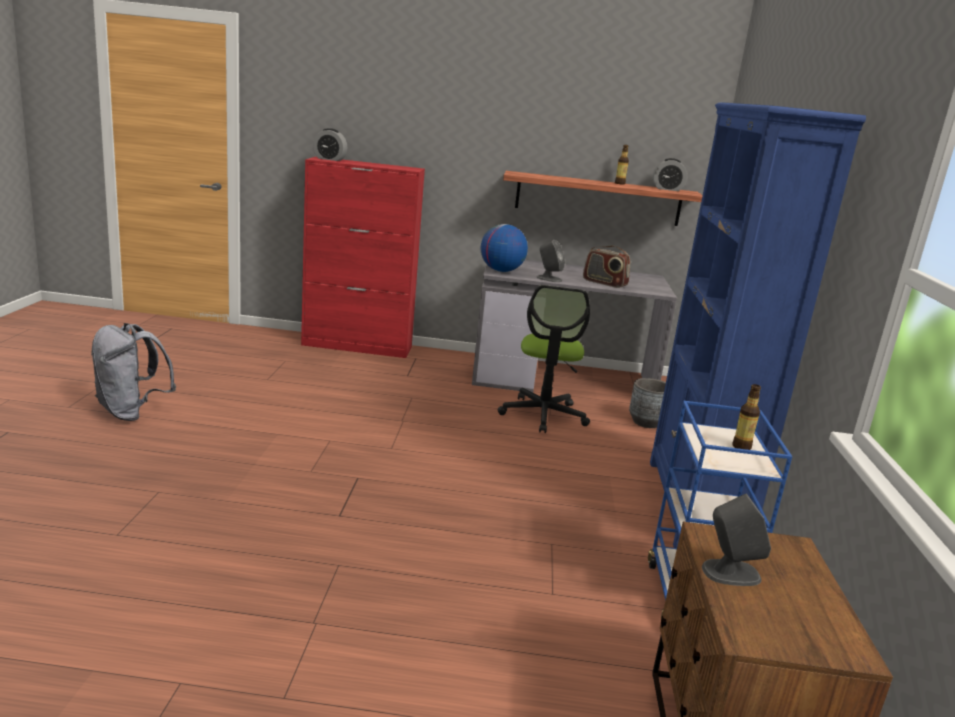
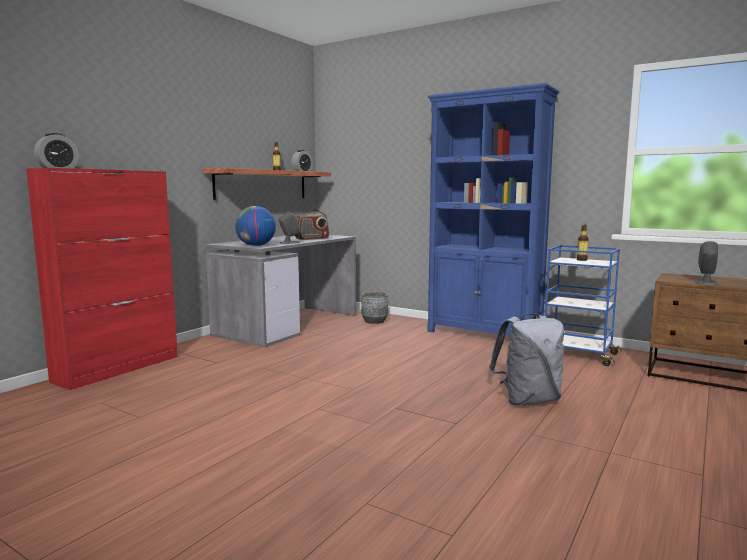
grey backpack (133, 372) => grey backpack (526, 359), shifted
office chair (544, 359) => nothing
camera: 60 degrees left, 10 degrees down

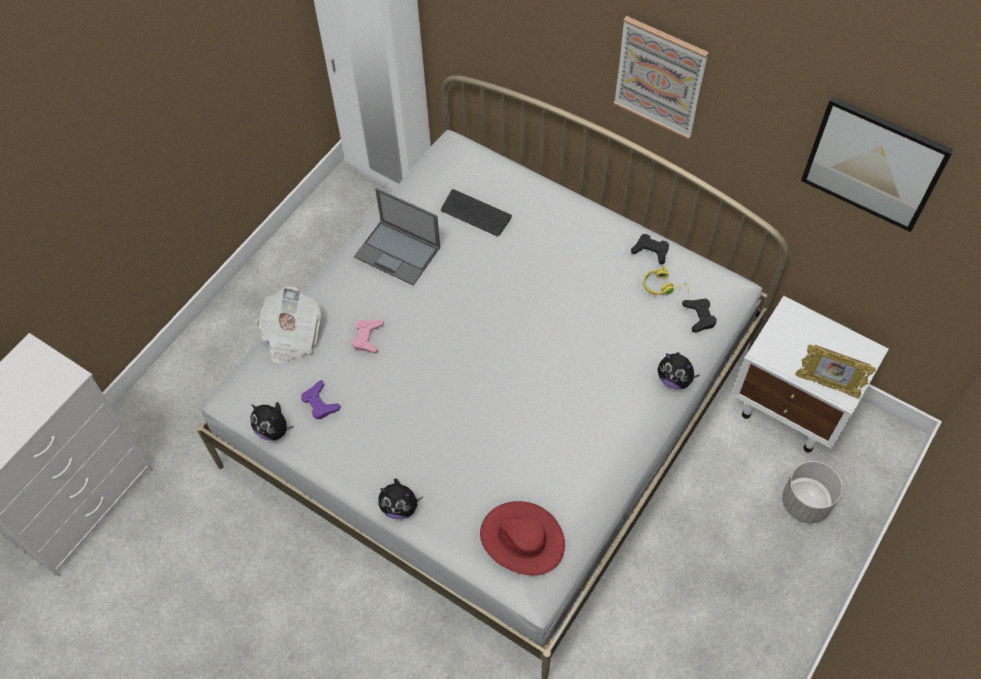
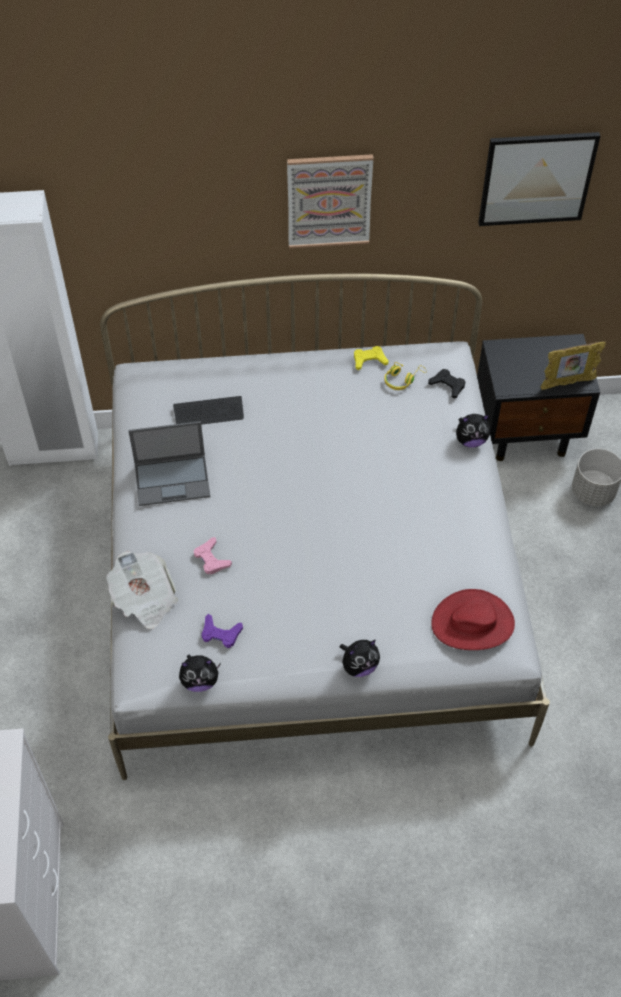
blackish joypad (650, 249) => yellowish joypad (371, 358)
white-coloured night table (810, 374) => blackish night table (538, 397)
camera: 40 degrees left, 5 degrees down

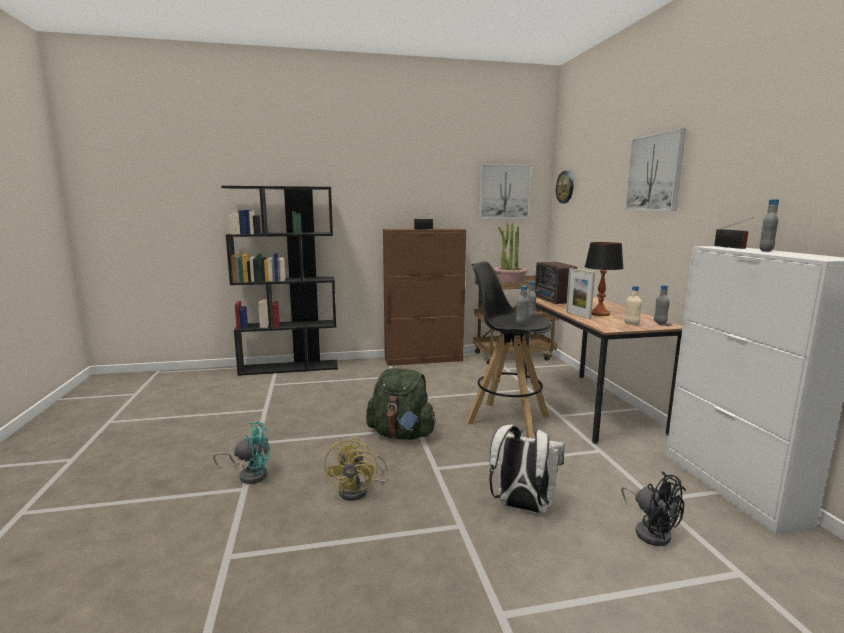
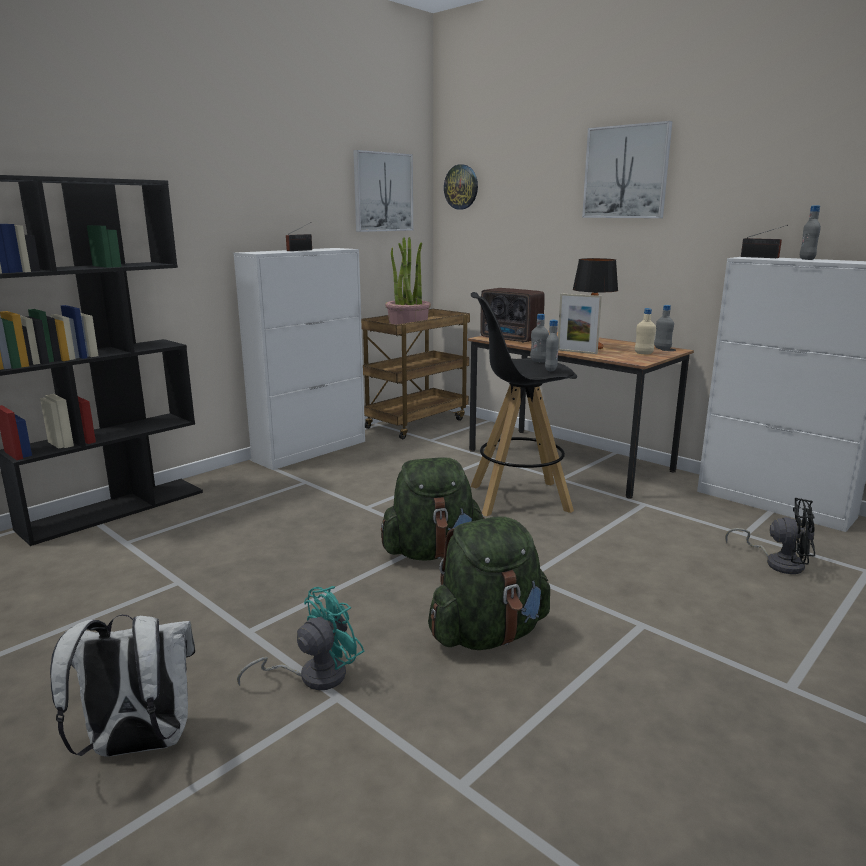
white-coloured backpack (527, 469) => white-coloured backpack (122, 686), shifted
brown cabinet (424, 297) => white-coloured cabinet (299, 359)
yellowish cooling fan (355, 469) => green backpack (489, 583)
camera: 35 degrees left, 5 degrees up

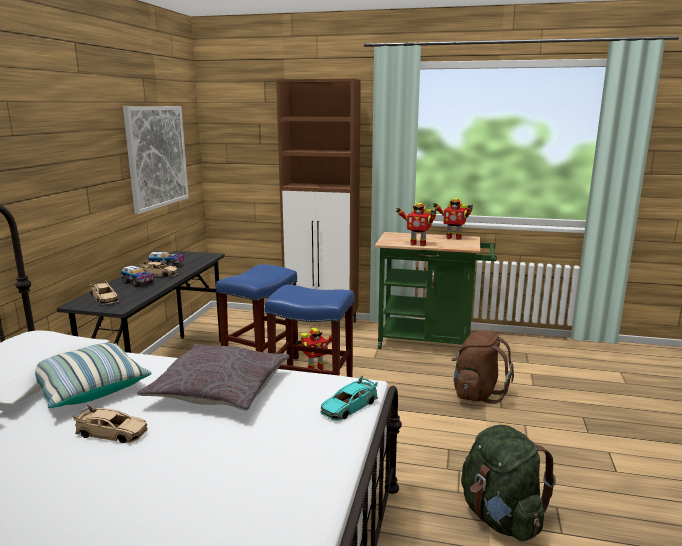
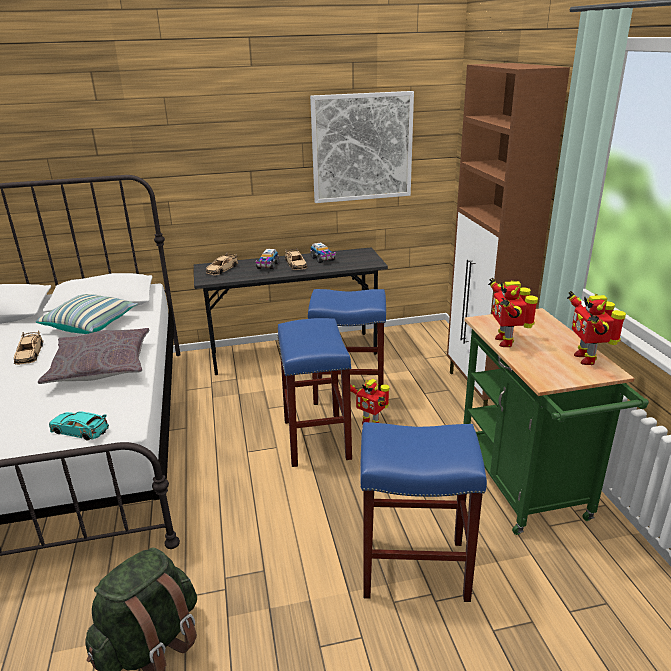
brown backpack (482, 367) => blue stool (423, 512)
camera: 65 degrees right, 10 degrees up

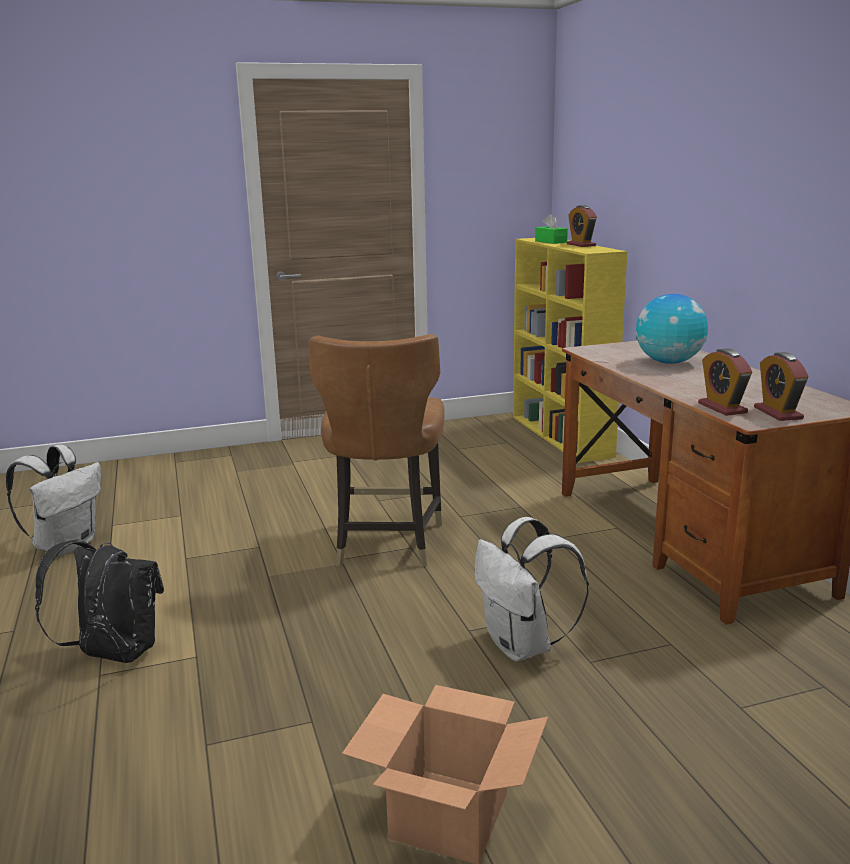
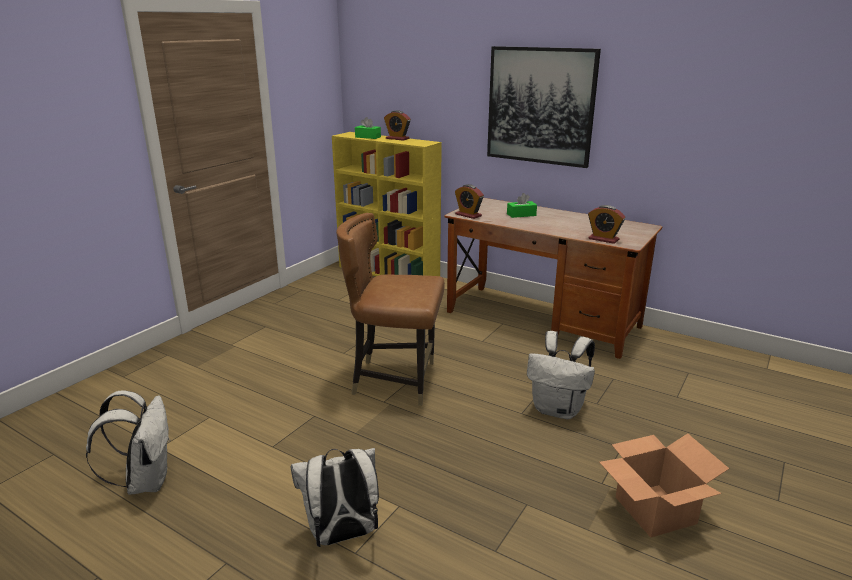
blackish backpack (99, 601) => white-coloured backpack (335, 497)
brown plain chair (377, 450) => brown plain chair (390, 309), 135 degrees clockwise
alarm clock (781, 386) => alarm clock (469, 201), shifted
nothing => picture (544, 107)
globe (672, 329) => green tissue box (522, 205)
camera: 40 degrees left, 5 degrees up

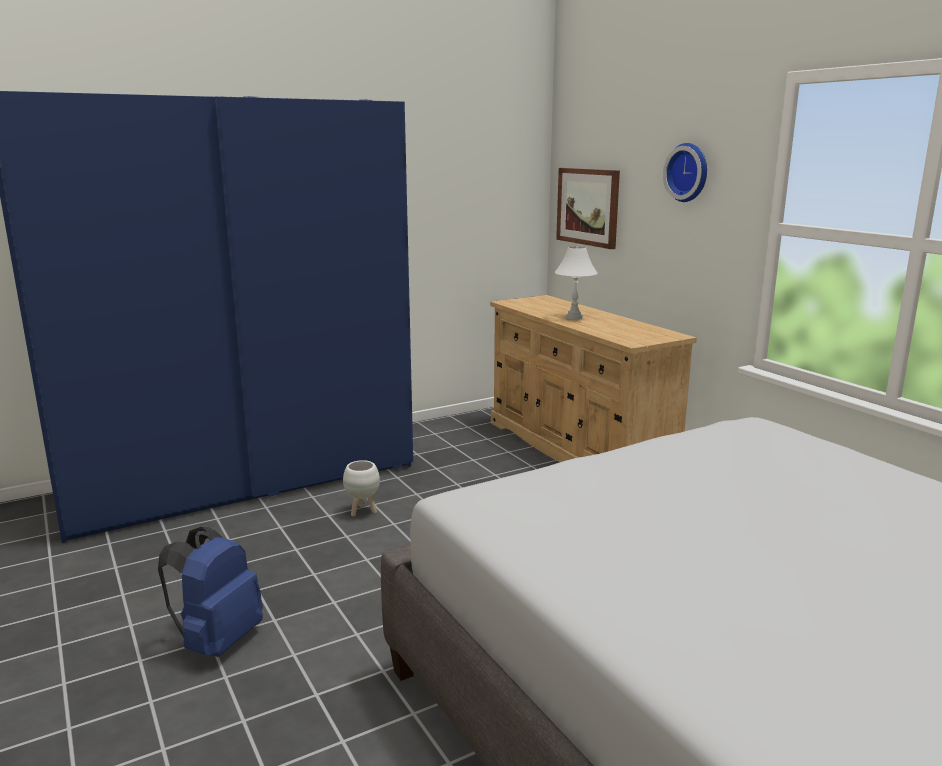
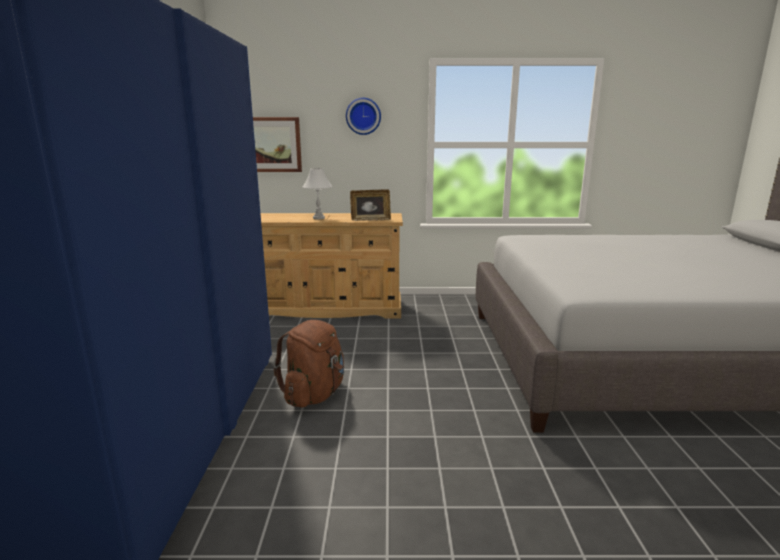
white-coloured flower pot (361, 488) => brown backpack (308, 364)
nothing => picture frame (370, 205)
blue backpack (210, 592) => nothing
camera: 60 degrees left, 0 degrees up

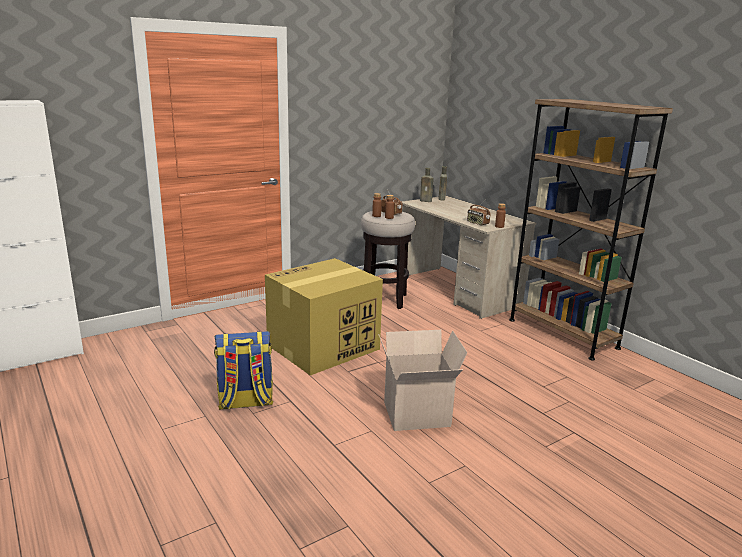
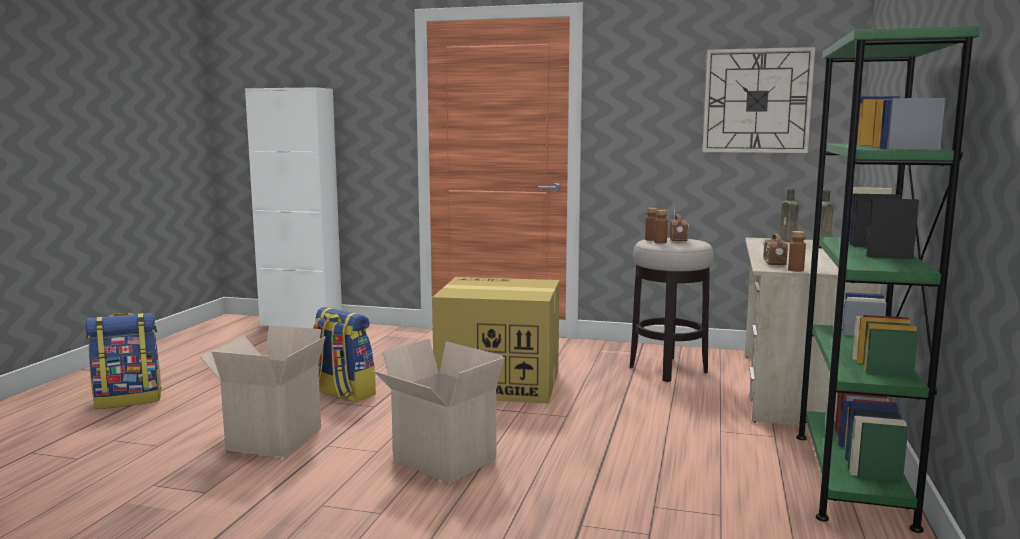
nothing => backpack (123, 361)
nothing => cardboard box (263, 391)
nothing => clock on the wall (759, 100)
brown shelving unit (591, 230) => green shelving unit (888, 279)
camera: 50 degrees right, 10 degrees down

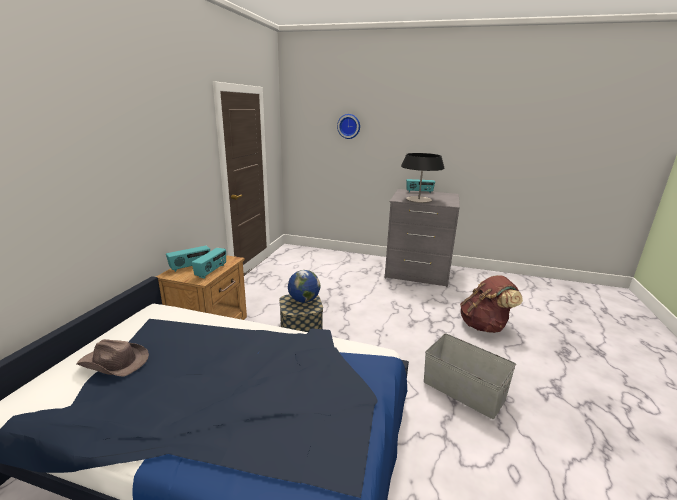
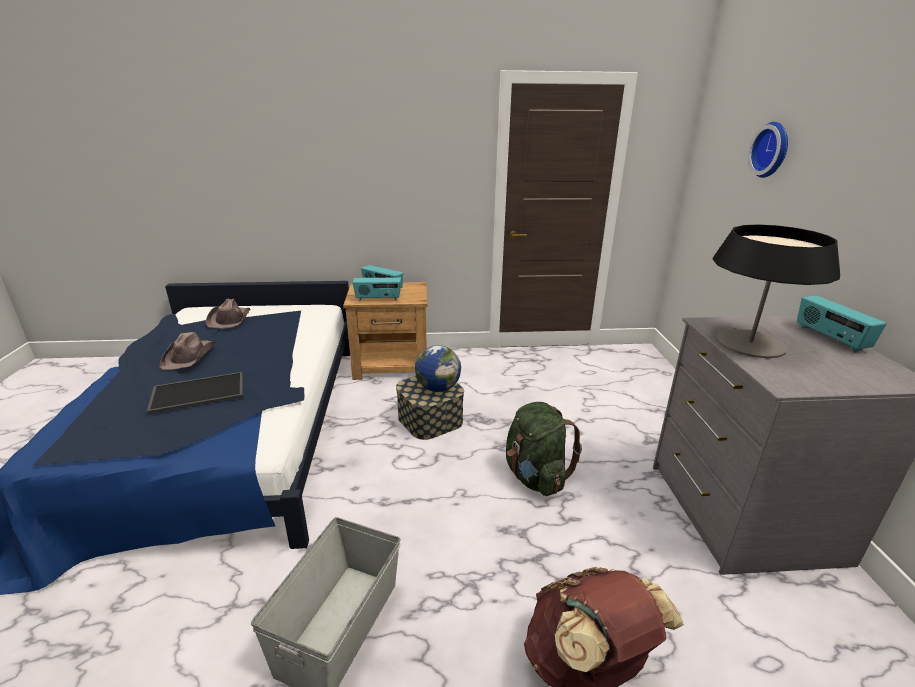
nothing => serving tray (195, 393)
nothing => brown wearable hat (187, 351)
nothing => green backpack (544, 449)
camera: 70 degrees right, 5 degrees up

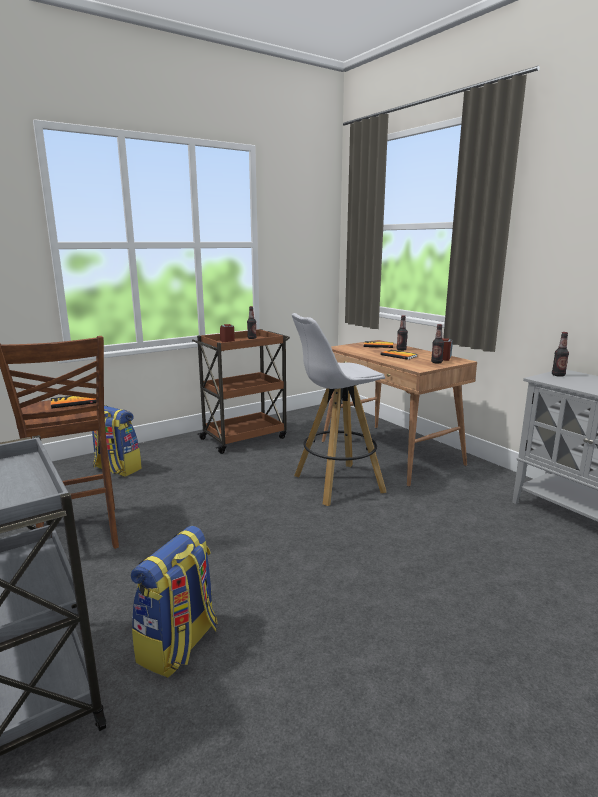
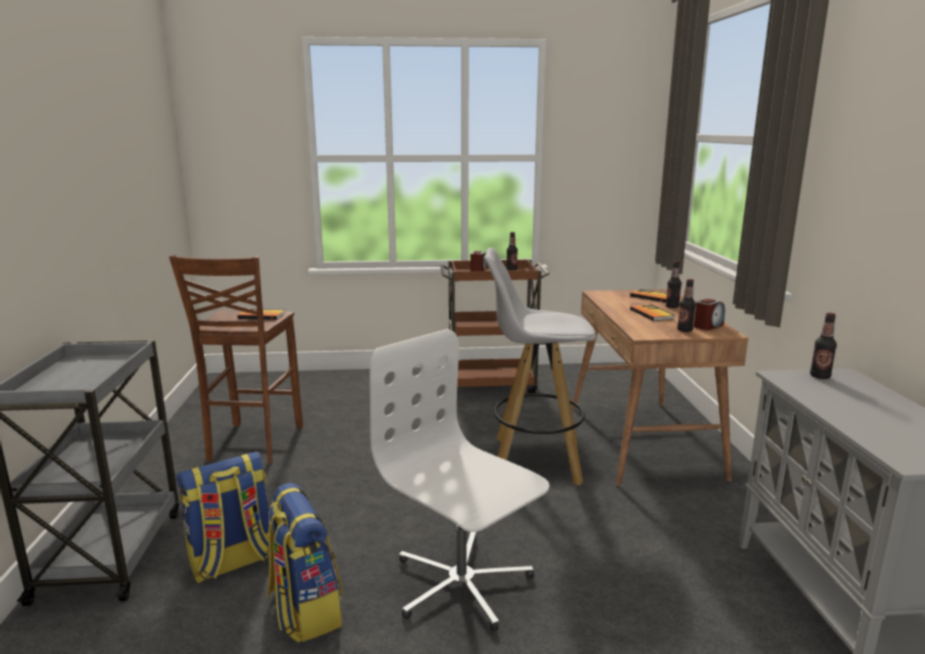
backpack (117, 441) => backpack (304, 563), shifted
nothing => white-coloured office chair (459, 480)
camera: 30 degrees right, 0 degrees up

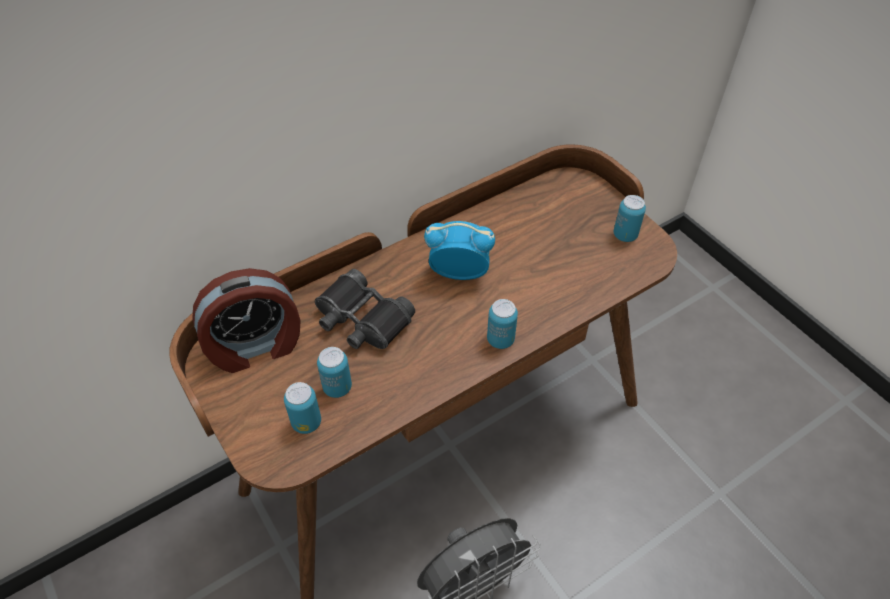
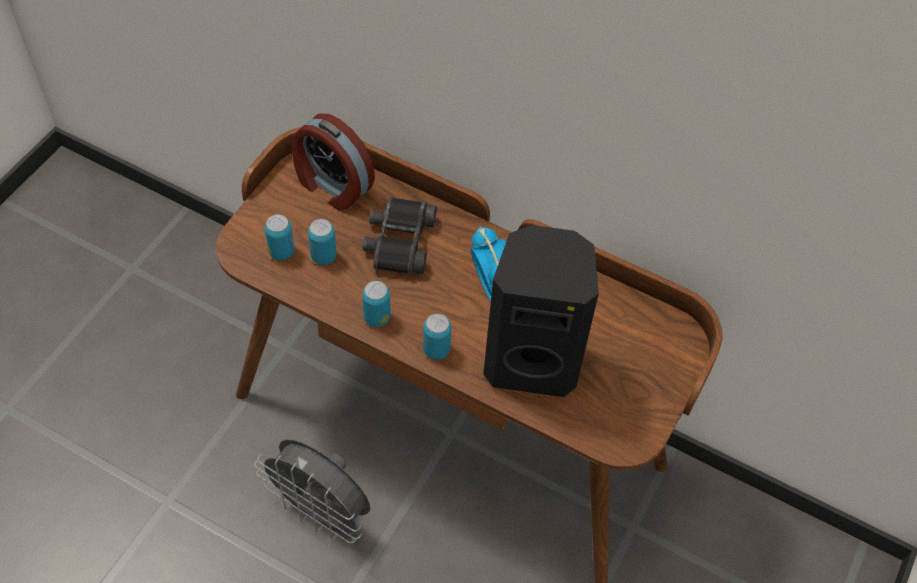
sealed can (630, 218) => sealed can (376, 304), shifted
nothing => blackish speaker (541, 311)
camera: 60 degrees right, 5 degrees up

